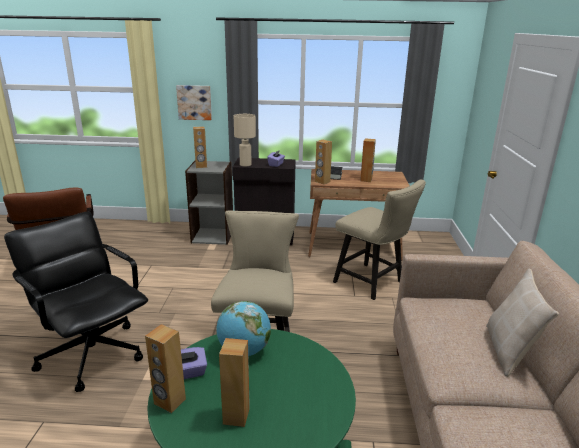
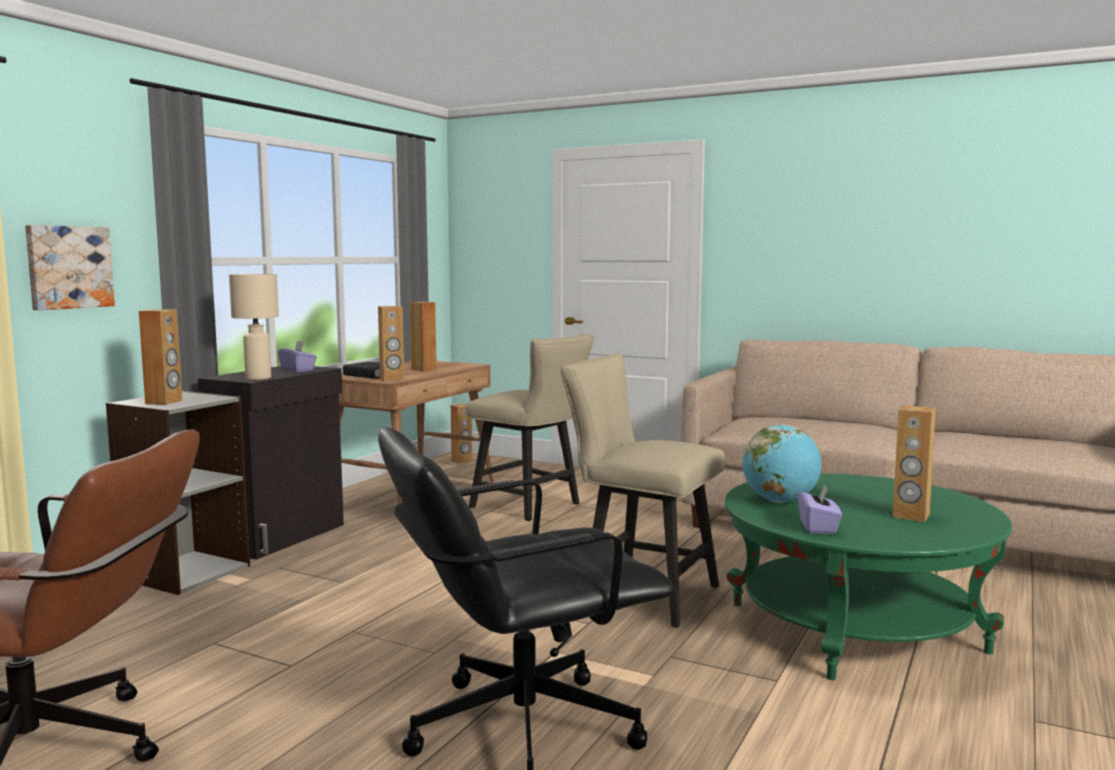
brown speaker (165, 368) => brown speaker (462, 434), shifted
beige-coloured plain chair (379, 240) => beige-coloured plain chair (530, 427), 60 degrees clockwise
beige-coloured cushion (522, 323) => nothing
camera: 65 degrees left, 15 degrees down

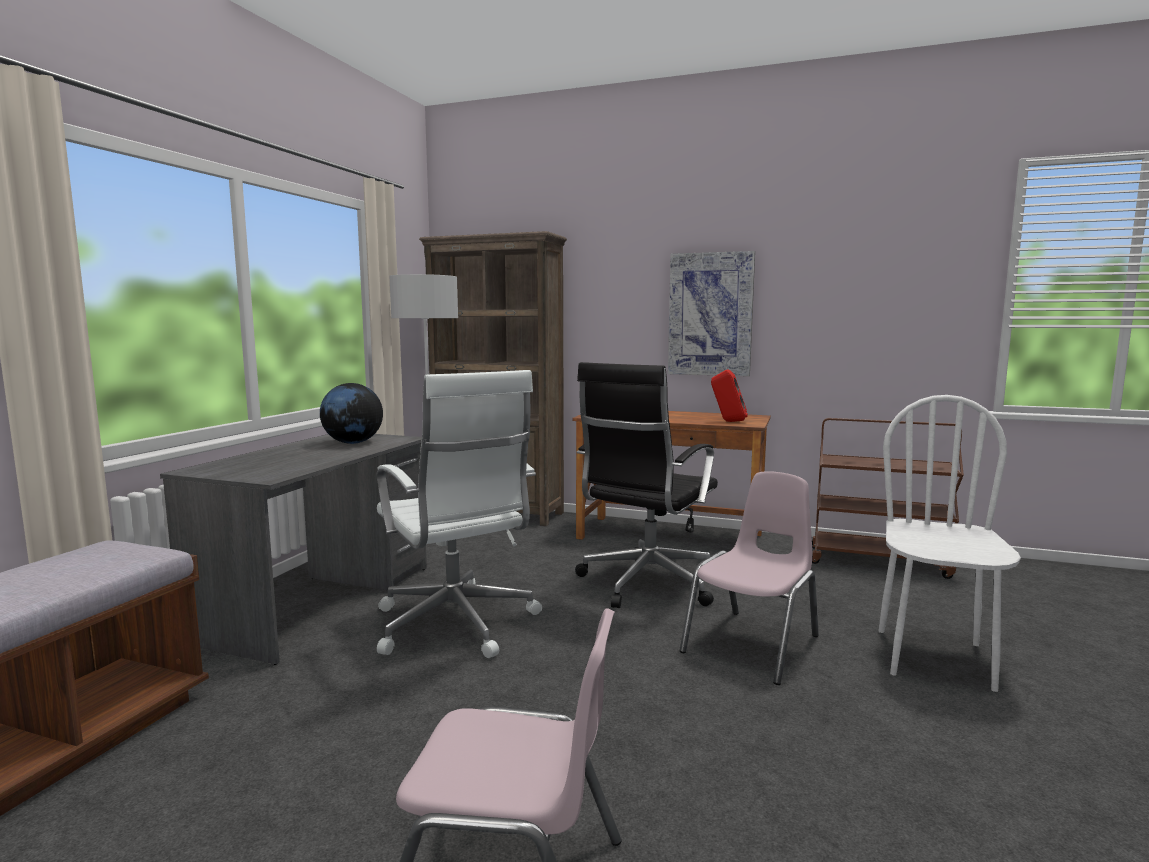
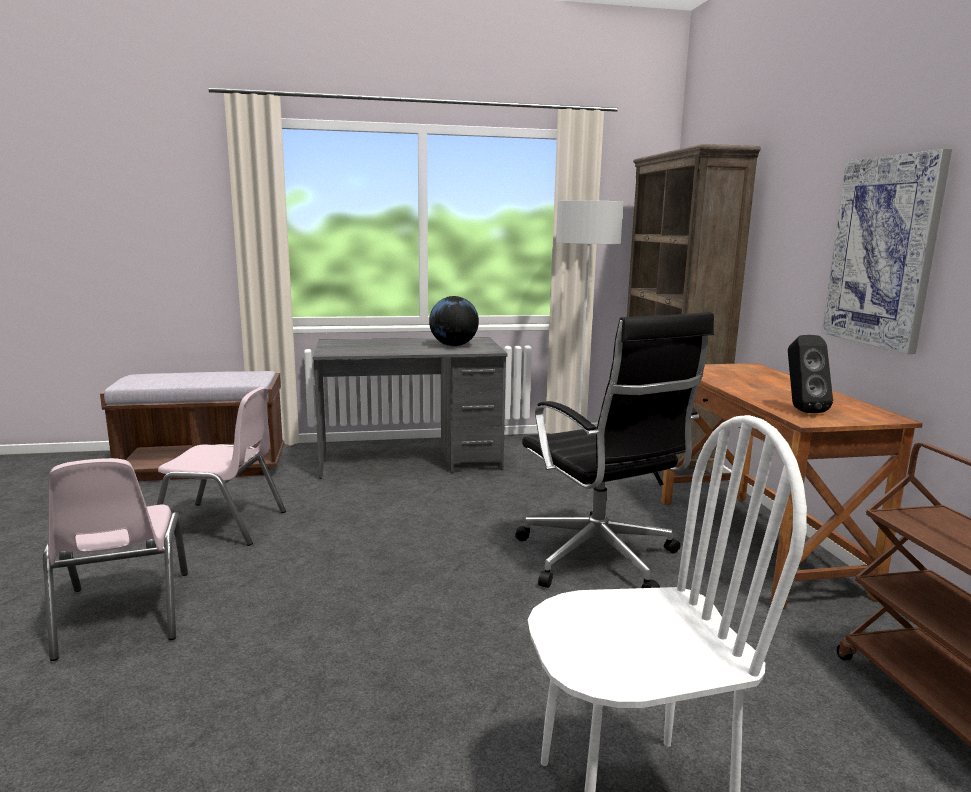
pinkish plain chair (749, 578) => pinkish plain chair (221, 466), shifted
blackish office chair (646, 485) => blackish office chair (614, 450), 120 degrees counterclockwise
red speaker (729, 395) => blackish speaker (810, 374)
white-coloured office chair (459, 514) => nothing
camera: 60 degrees right, 5 degrees up

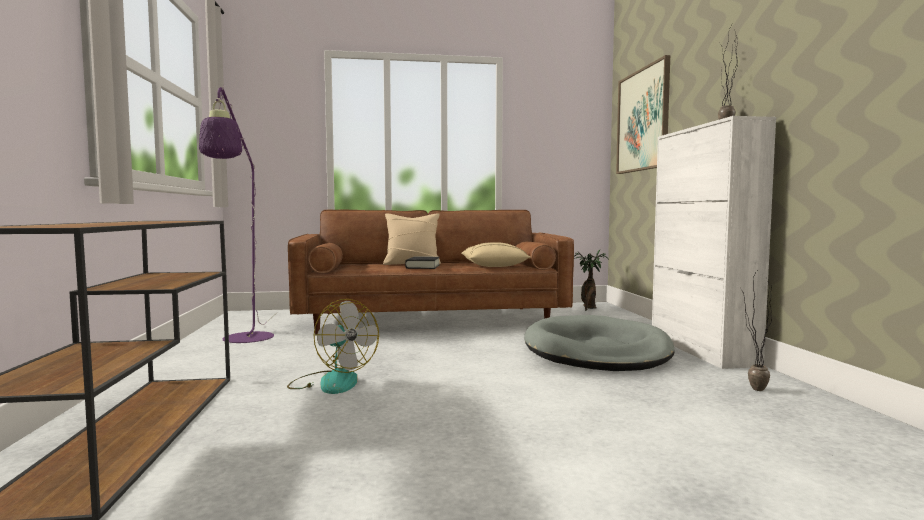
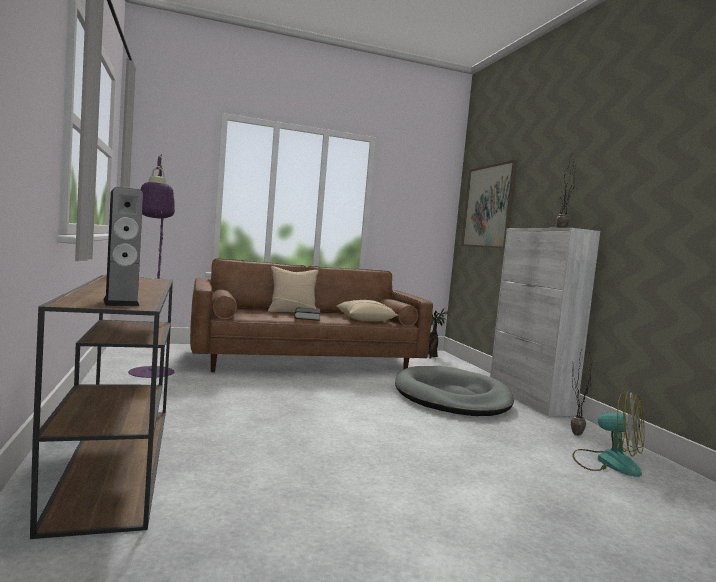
nothing => speaker (123, 246)
cooling fan (333, 346) => cooling fan (608, 433), shifted
camera: 10 degrees left, 0 degrees up

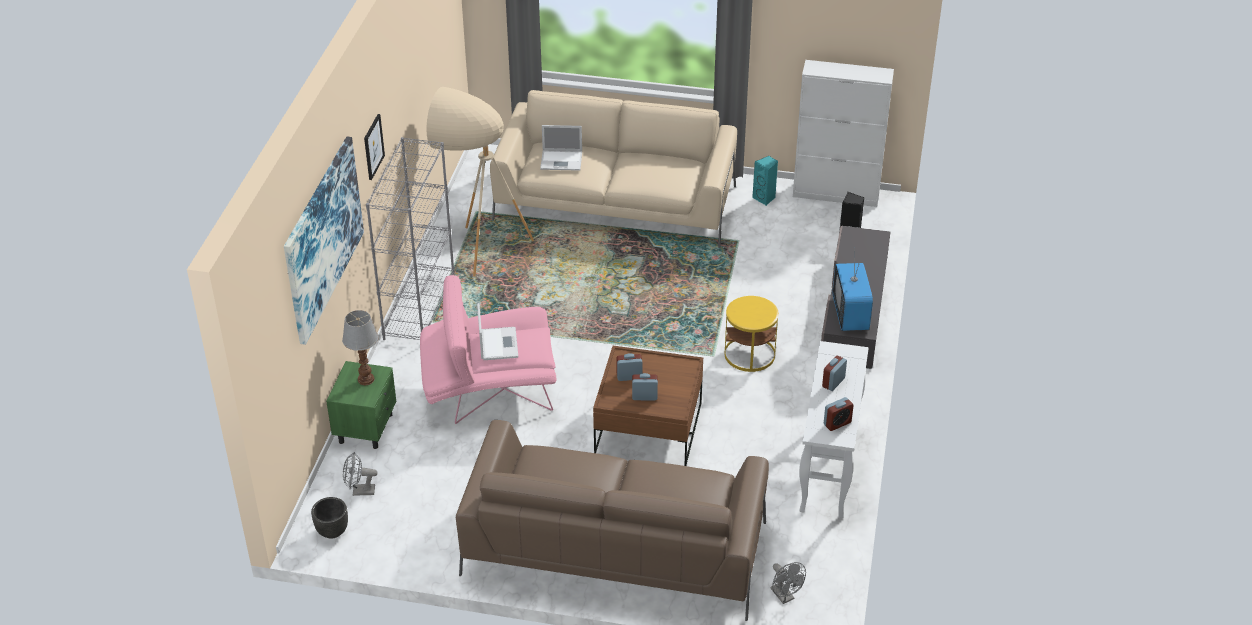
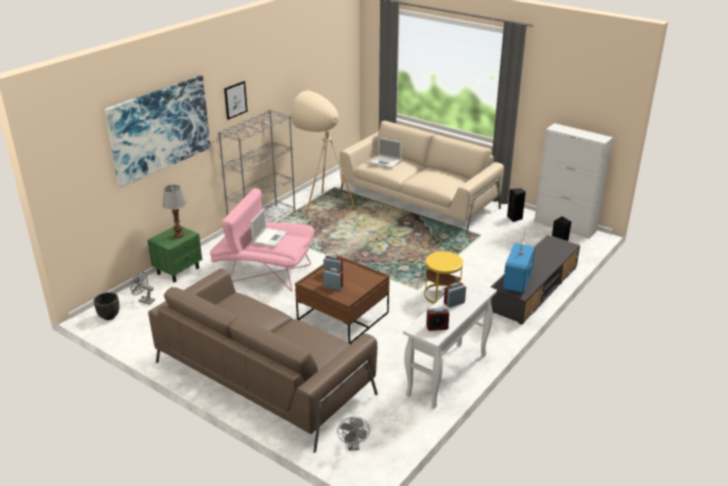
turquoise-coloured speaker (765, 181) => blackish speaker (516, 205)
camera: 25 degrees right, 10 degrees down

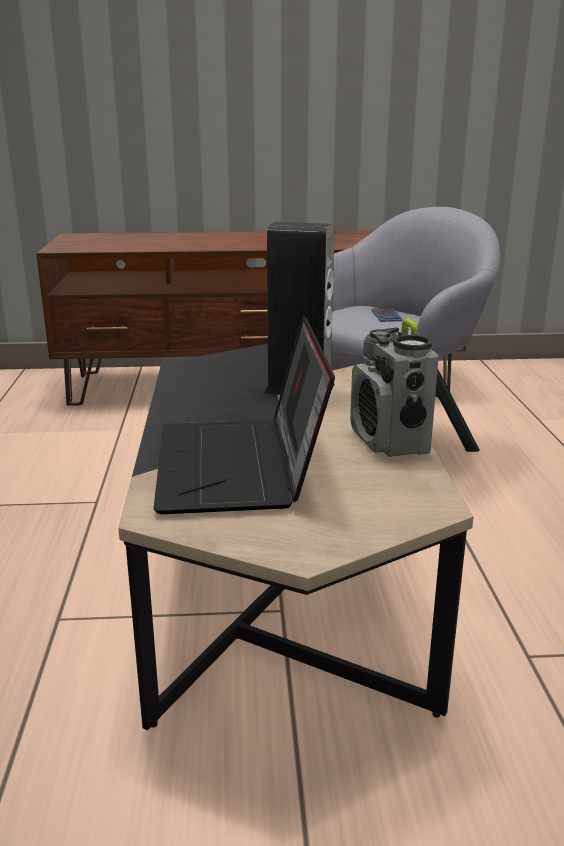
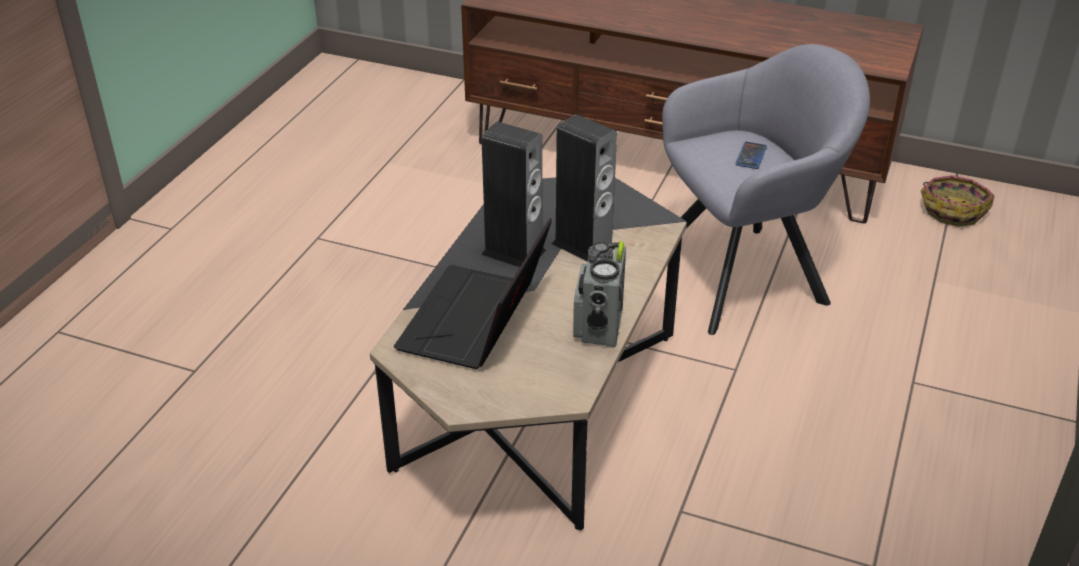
nothing => speaker (513, 194)
nothing => basket (958, 201)
camera: 25 degrees right, 15 degrees up

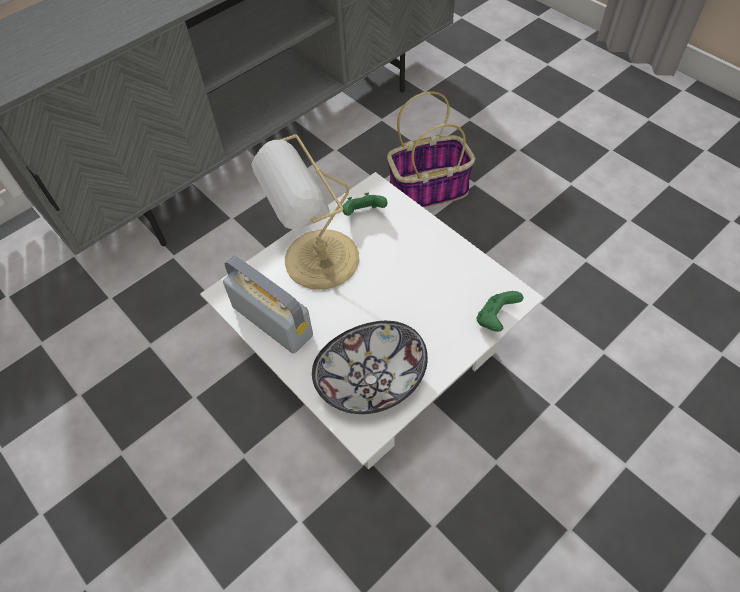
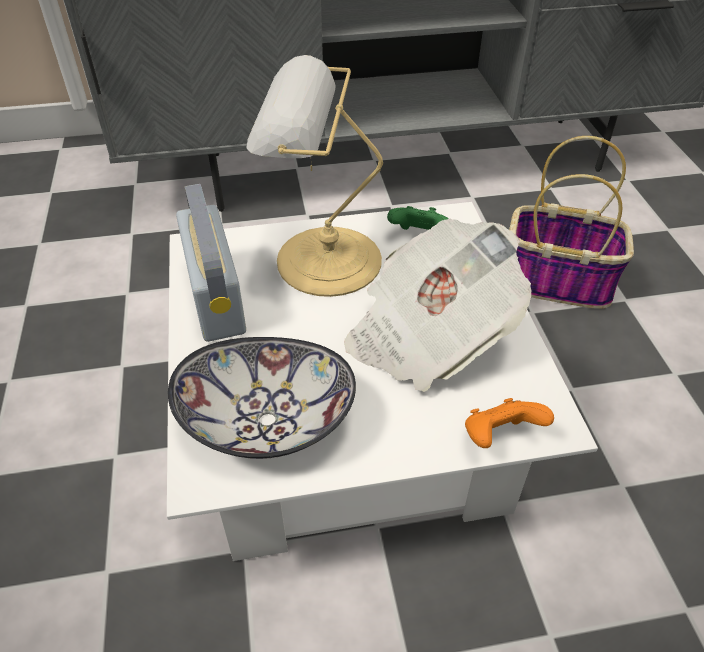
nothing => printed paper (438, 305)
green joypad (500, 311) => orange-coloured joypad (509, 423)
camera: 30 degrees right, 10 degrees down

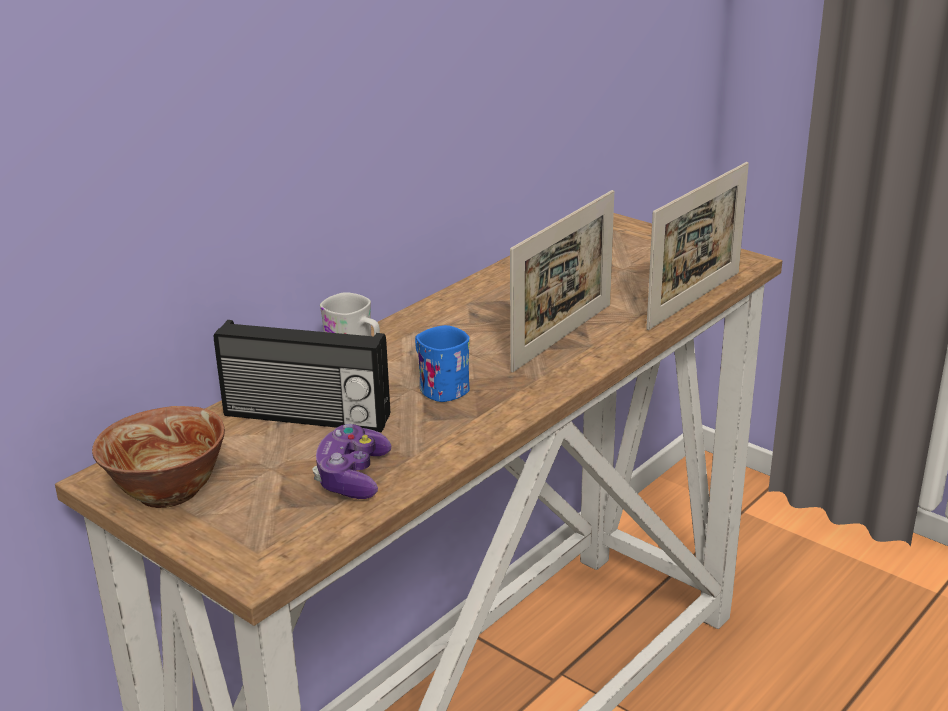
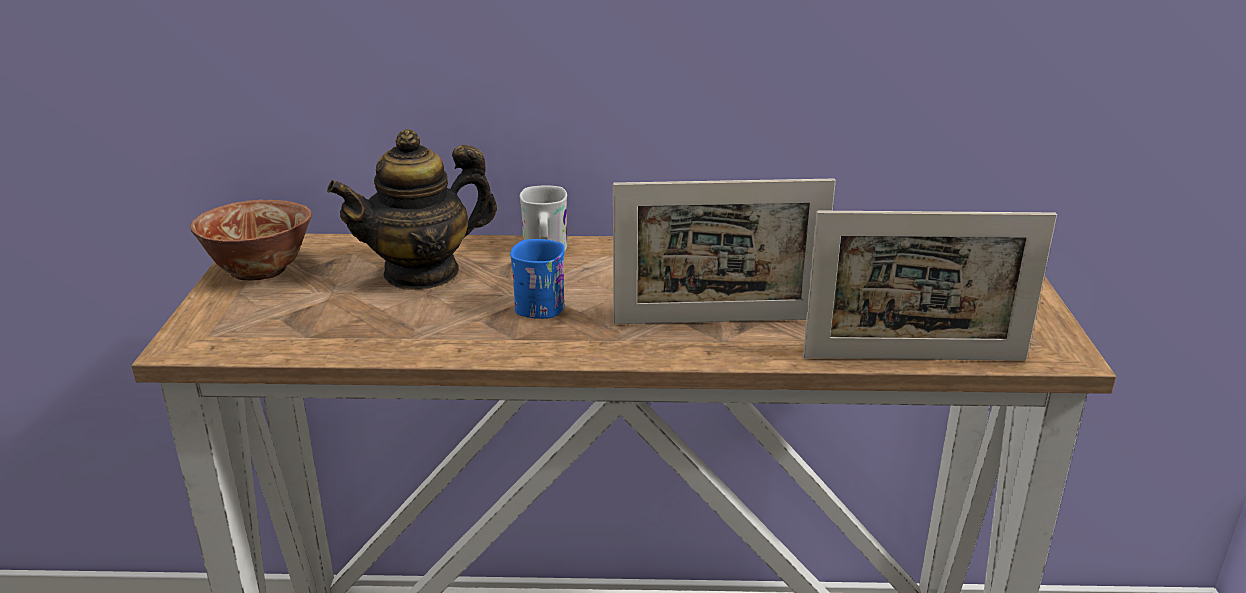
radio (302, 376) => tea pot (412, 209)
joypad (351, 461) => nothing
camera: 50 degrees right, 0 degrees up

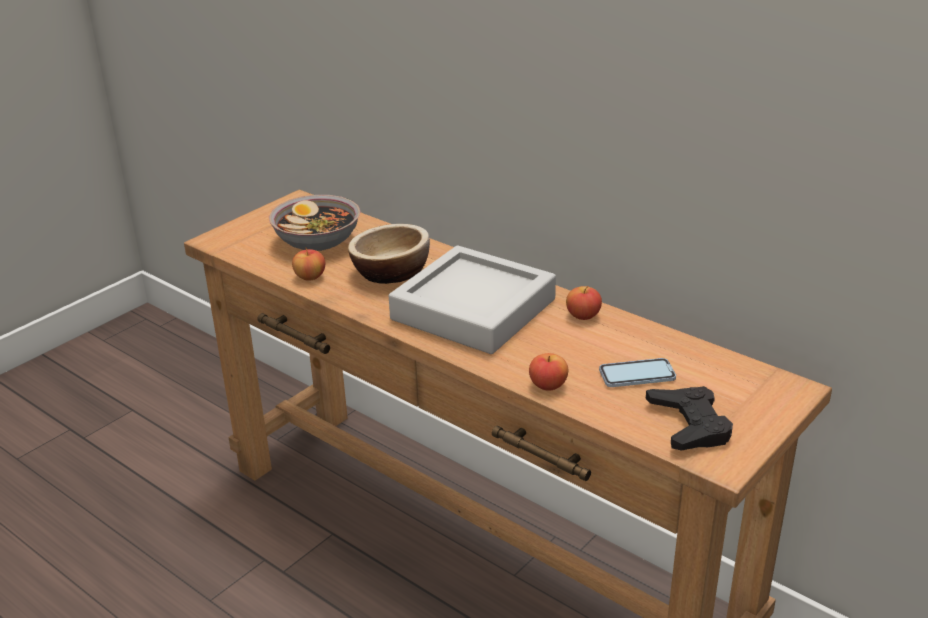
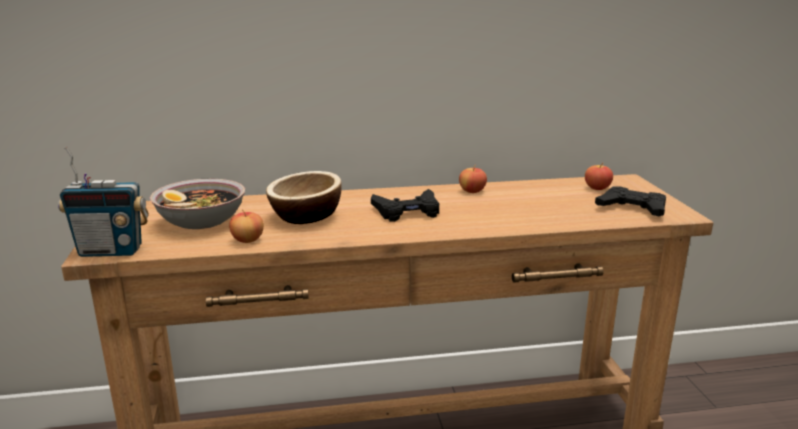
nothing => radio (103, 202)
grey serving tray (472, 300) => blackish joypad (405, 205)
whole apple (548, 372) => whole apple (599, 176), shifted
handset (637, 372) => nothing
camera: 50 degrees left, 10 degrees down

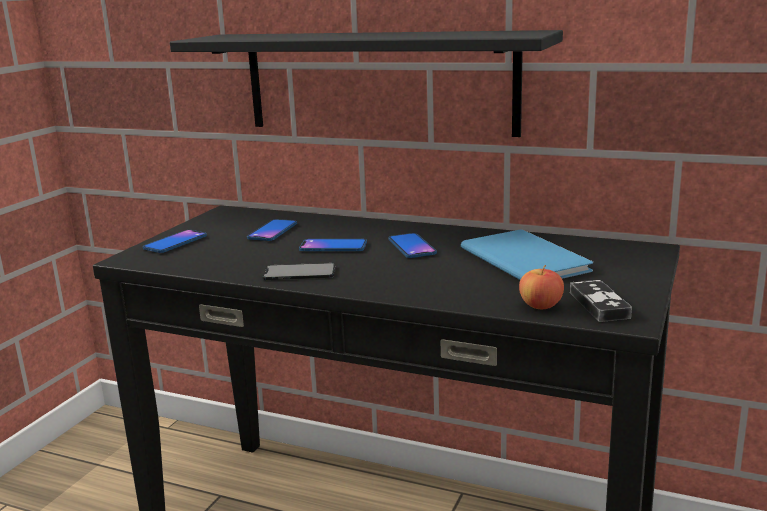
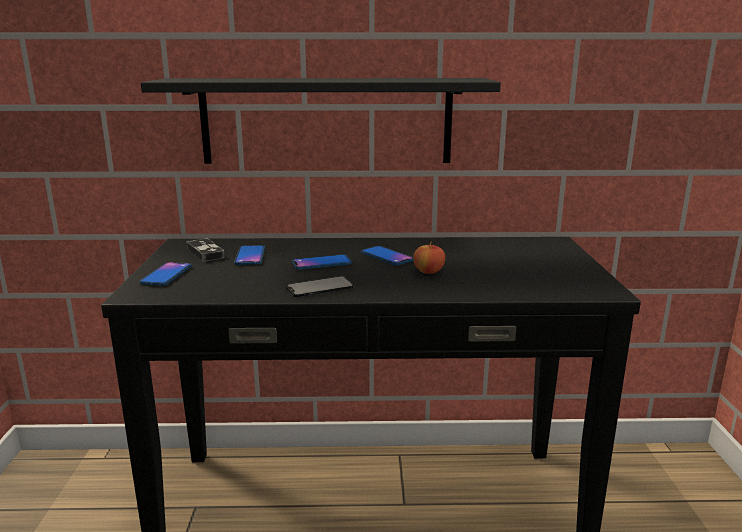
joypad (601, 301) => joypad (206, 250), shifted
whole apple (541, 287) => whole apple (429, 257), shifted
blue volume (527, 255) => nothing
camera: 25 degrees left, 0 degrees up

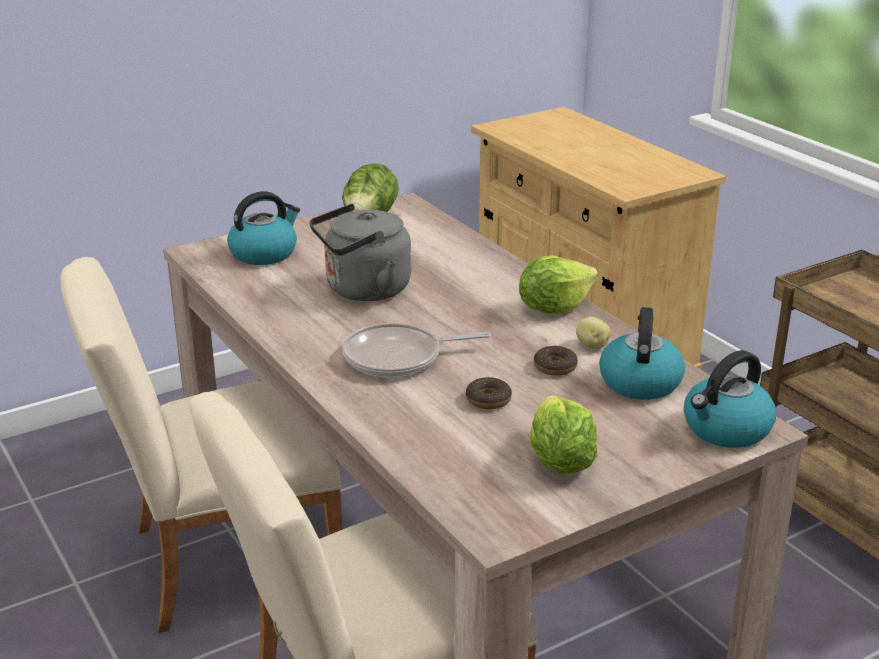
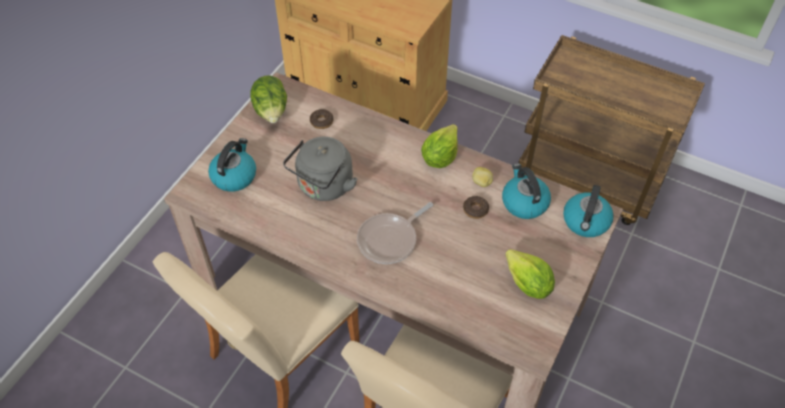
ring doughnut (489, 393) => ring doughnut (321, 119), shifted
camera: 30 degrees left, 25 degrees up

